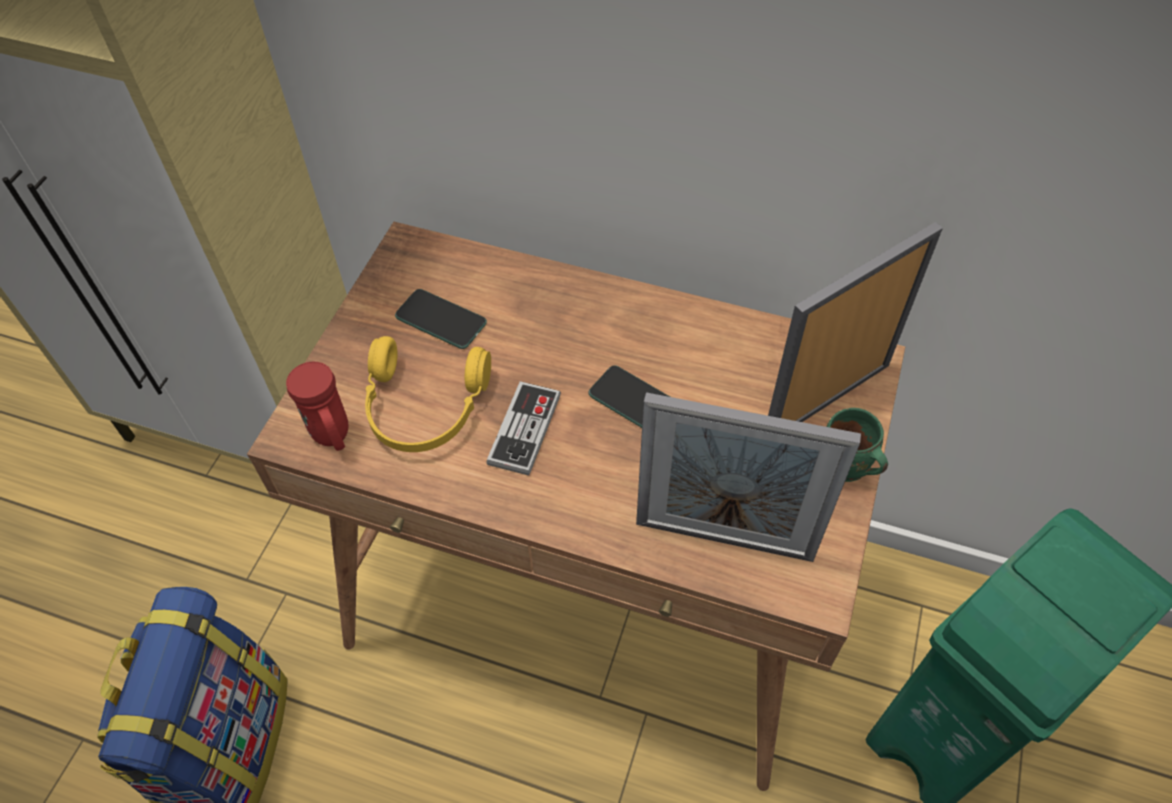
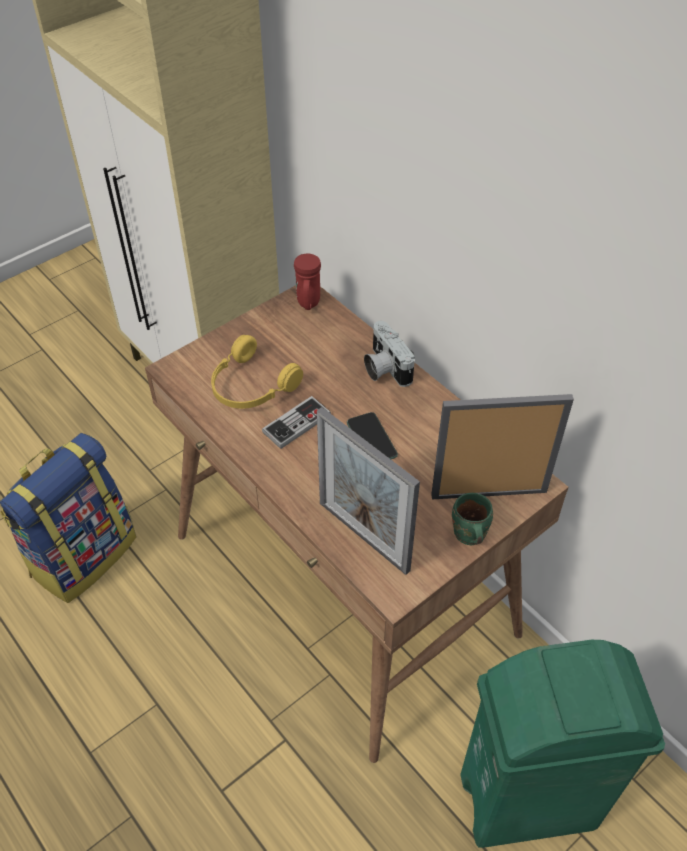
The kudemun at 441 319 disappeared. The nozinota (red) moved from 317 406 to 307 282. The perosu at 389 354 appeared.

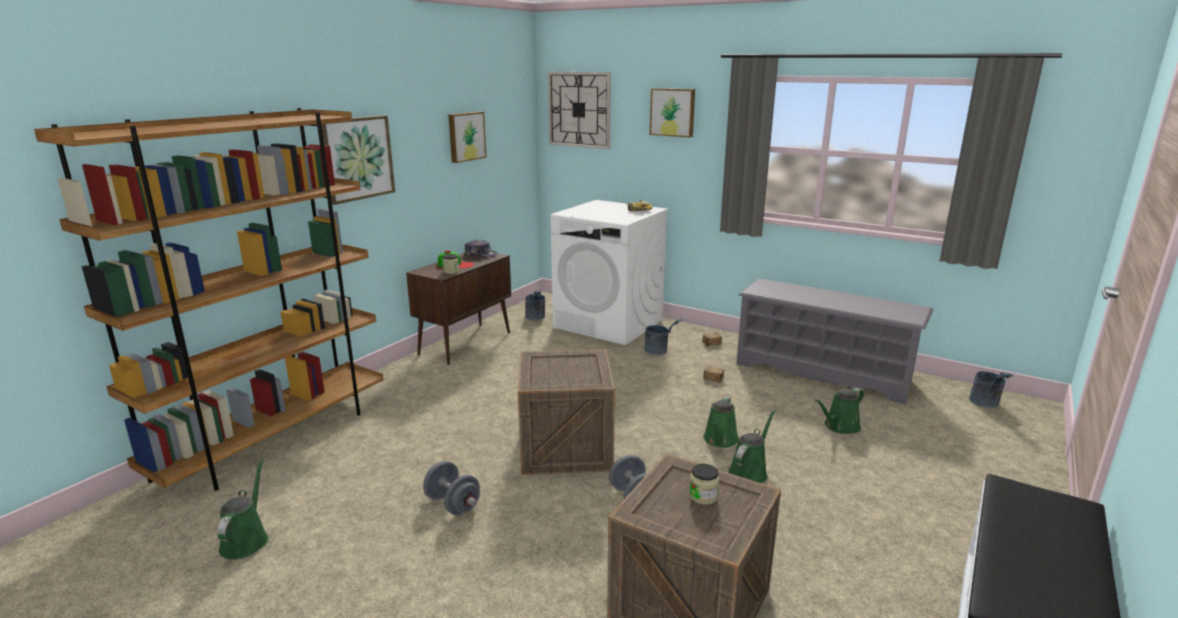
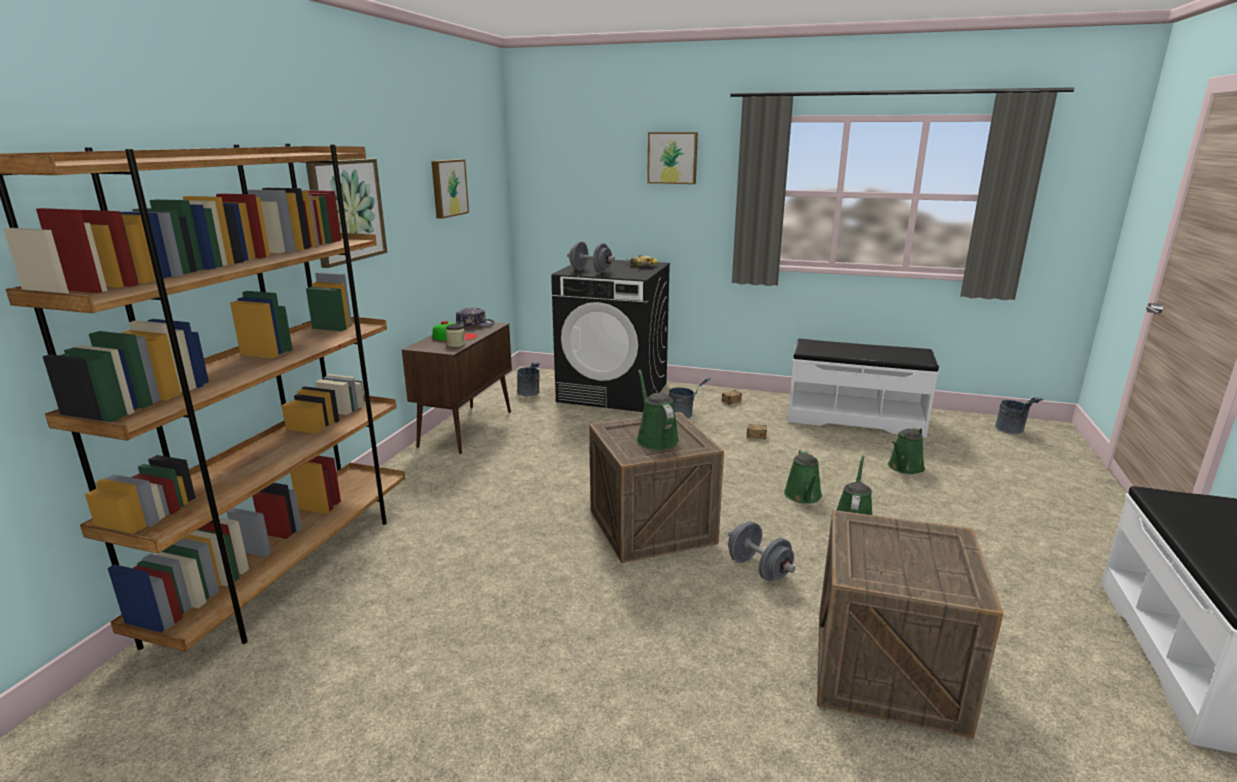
The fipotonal at 579 110 disappeared. The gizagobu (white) at 609 272 became the gizagobu (black) at 610 335. The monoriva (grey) at 834 342 was replaced by the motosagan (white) at 863 388. The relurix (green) moved from 243 509 to 658 410. The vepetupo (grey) moved from 451 488 to 591 257. The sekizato at 704 484 disappeared.

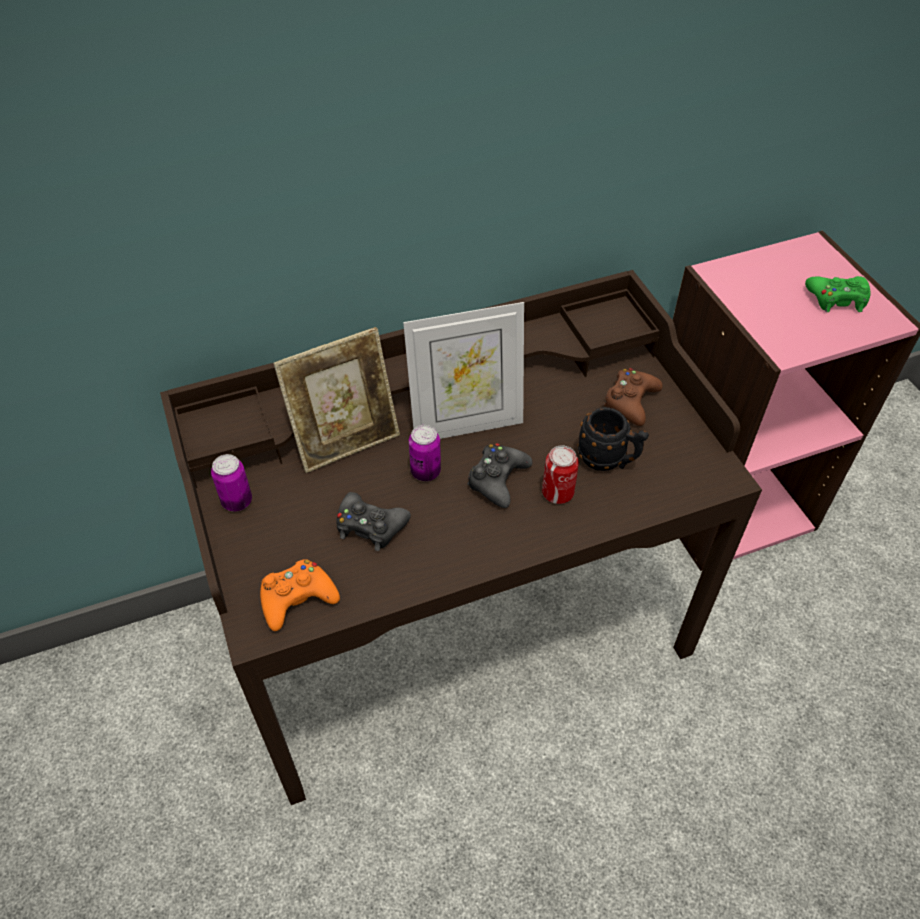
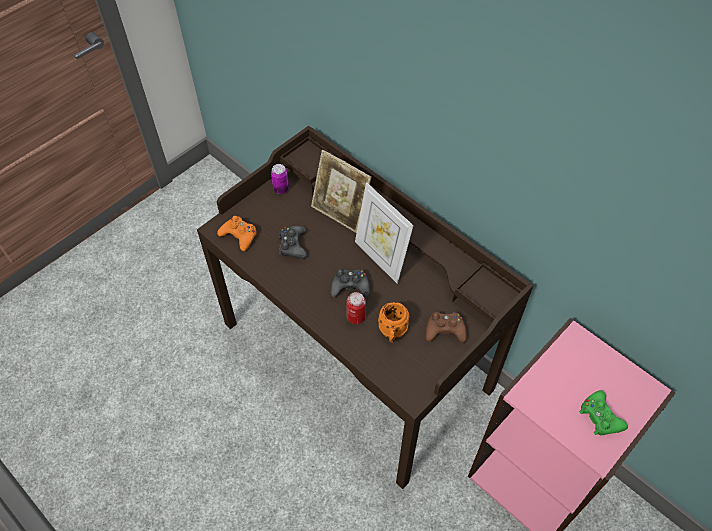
The nozinota (black) at 613 439 became the nozinota (orange) at 394 322. The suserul at 425 453 disappeared.

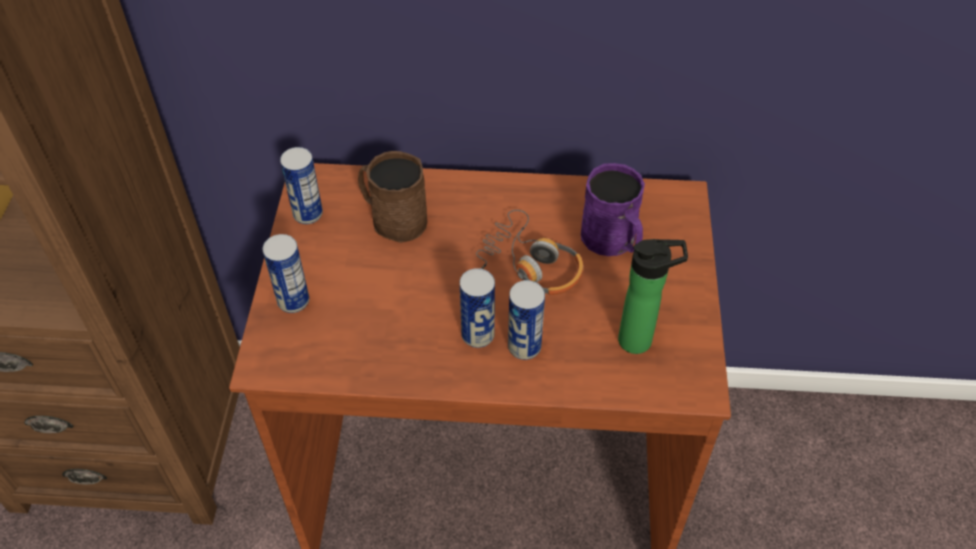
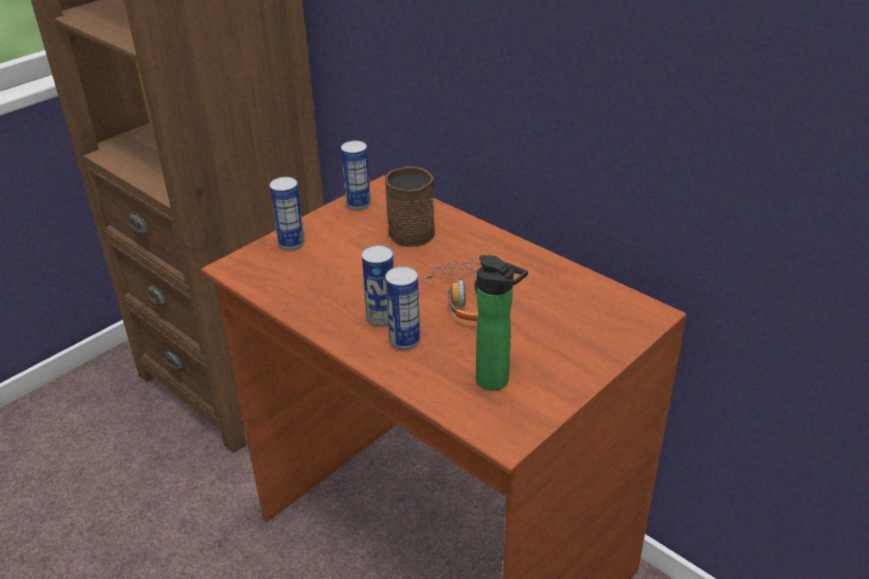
The nozinota (purple) at 613 209 disappeared.

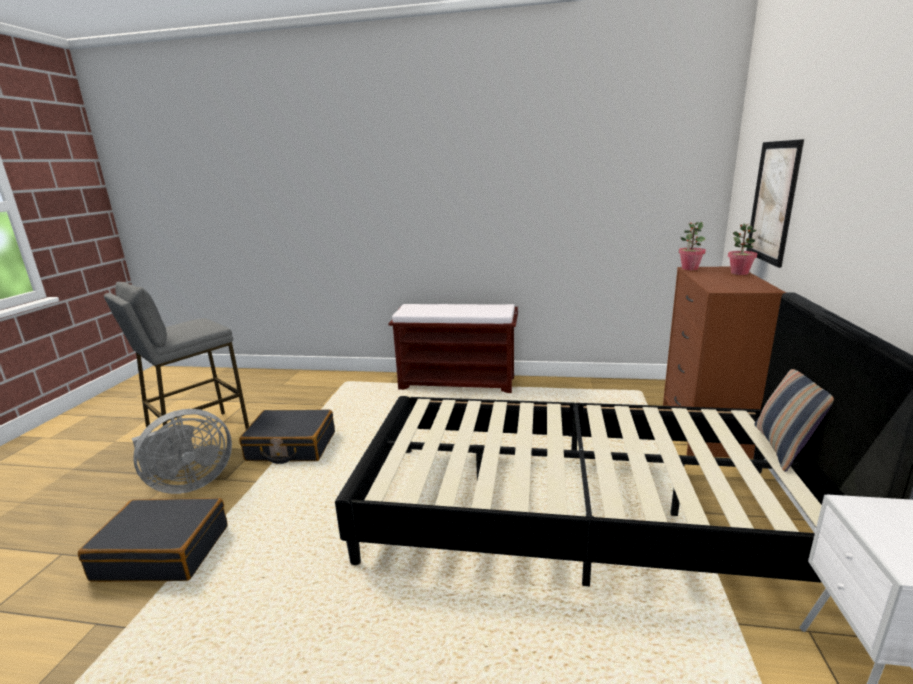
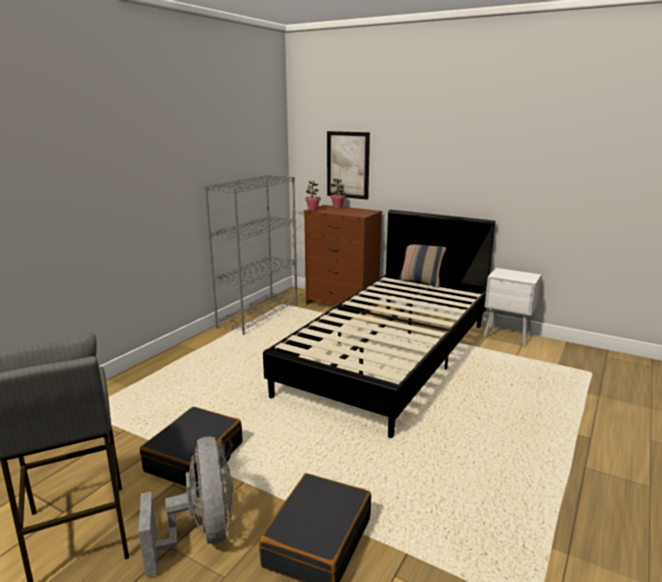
The motosagan (brown) at 453 348 disappeared. The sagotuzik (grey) at 250 255 appeared.

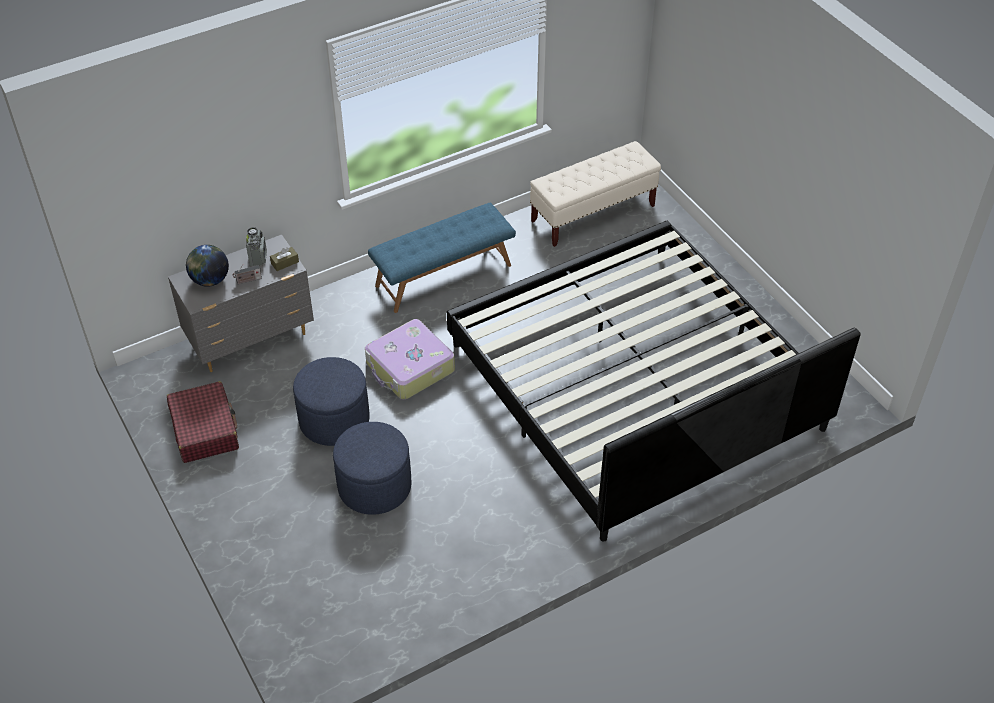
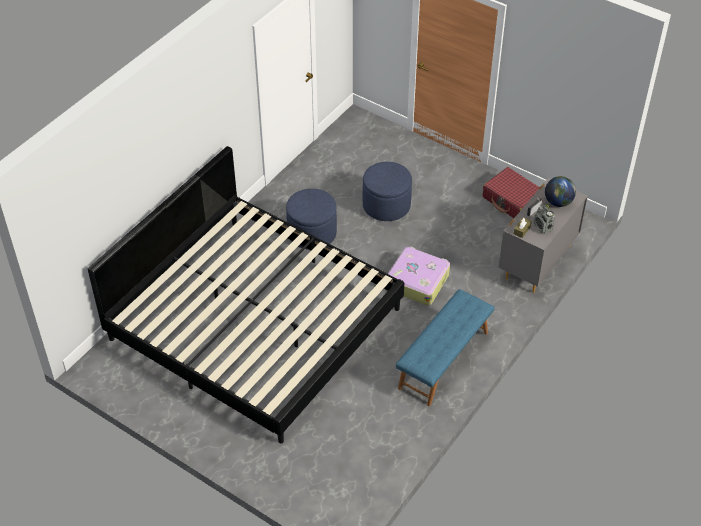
The motosagan (beige) at 595 194 disappeared. The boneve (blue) moved from 331 401 to 311 219.

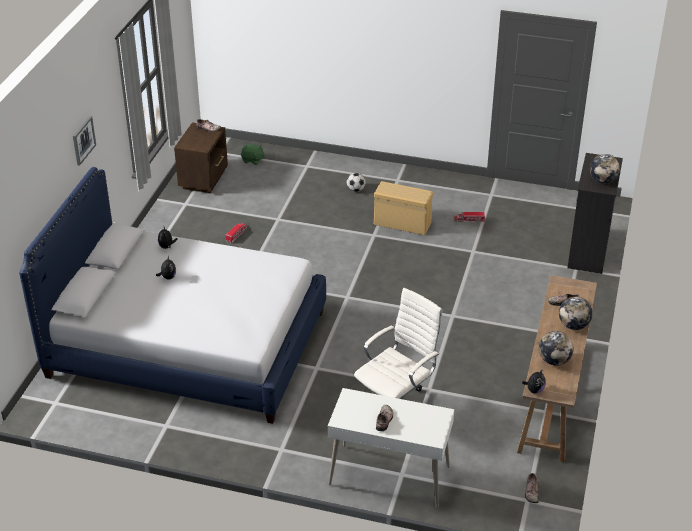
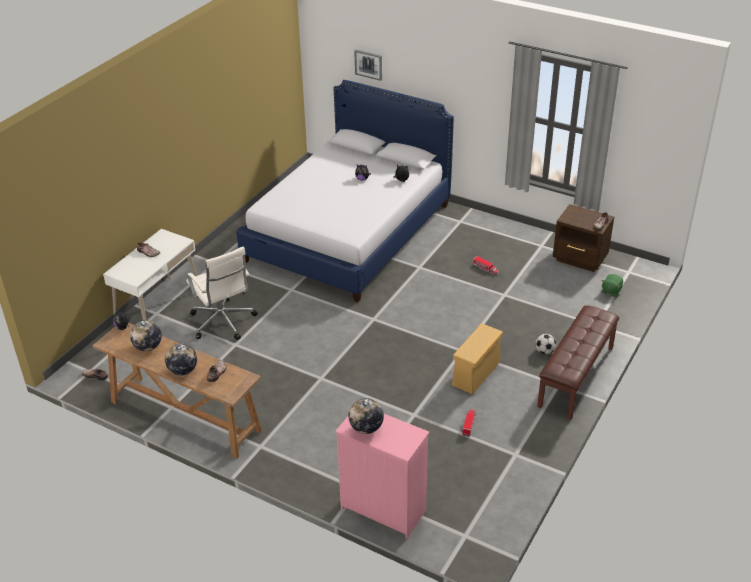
The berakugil moved from 84 141 to 368 65. The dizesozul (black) at 595 213 became the dizesozul (pink) at 382 476. The motosagan (brown) at 578 362 appeared.

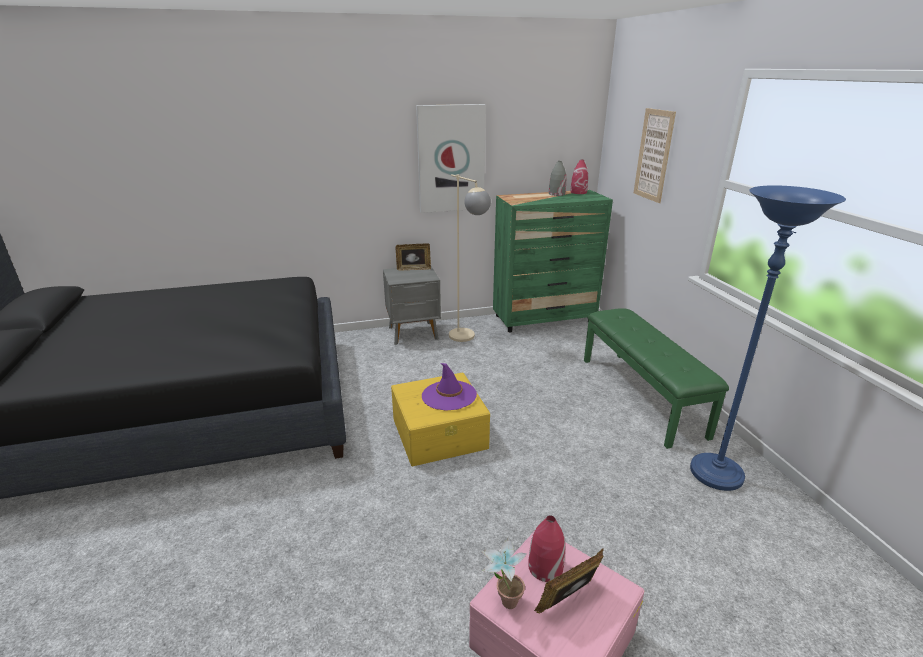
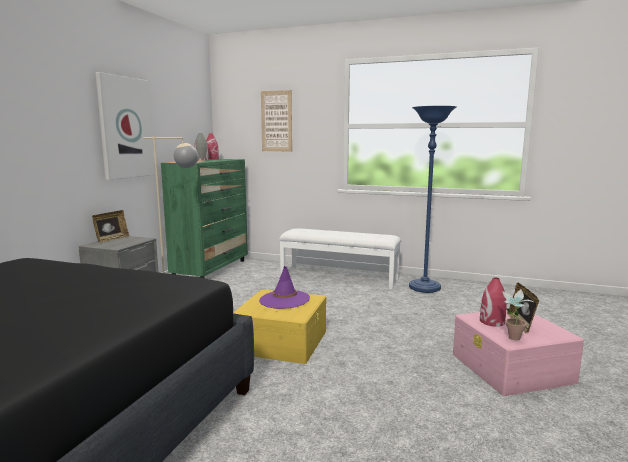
The motosagan (green) at 656 378 became the motosagan (white) at 340 259.

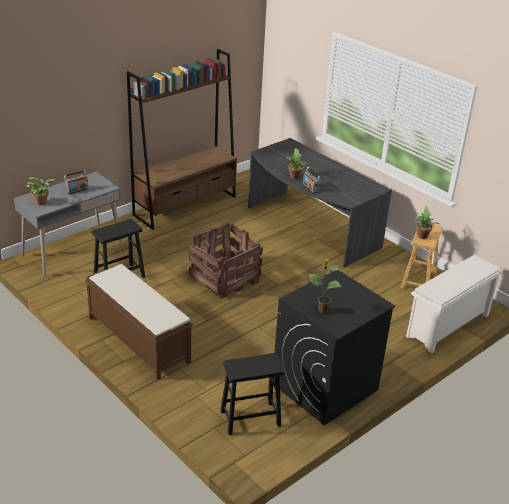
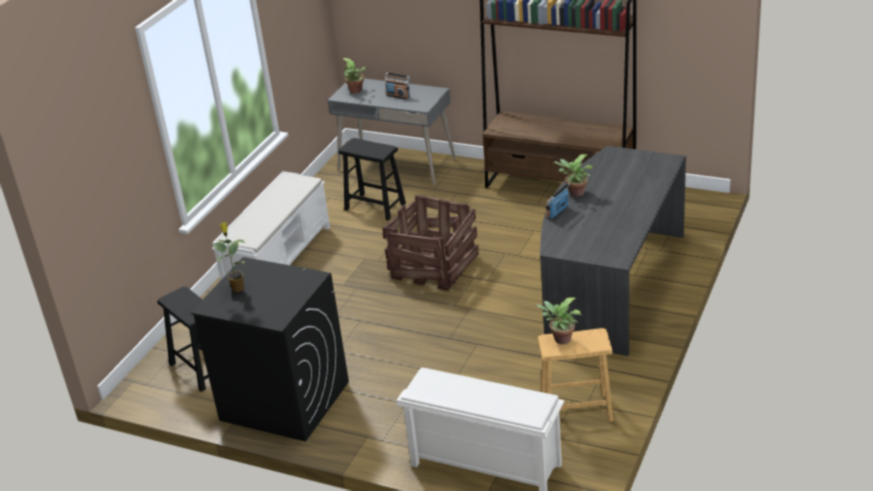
The motosagan (brown) at 139 322 became the motosagan (white) at 271 225.

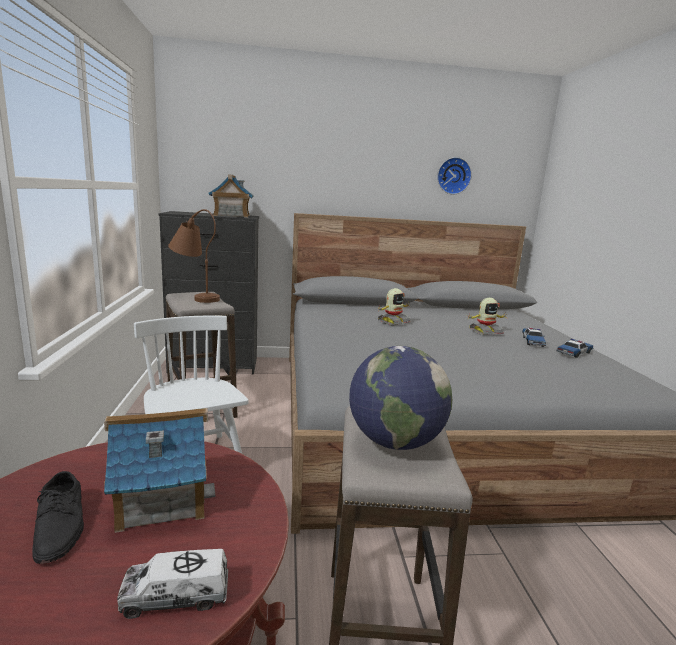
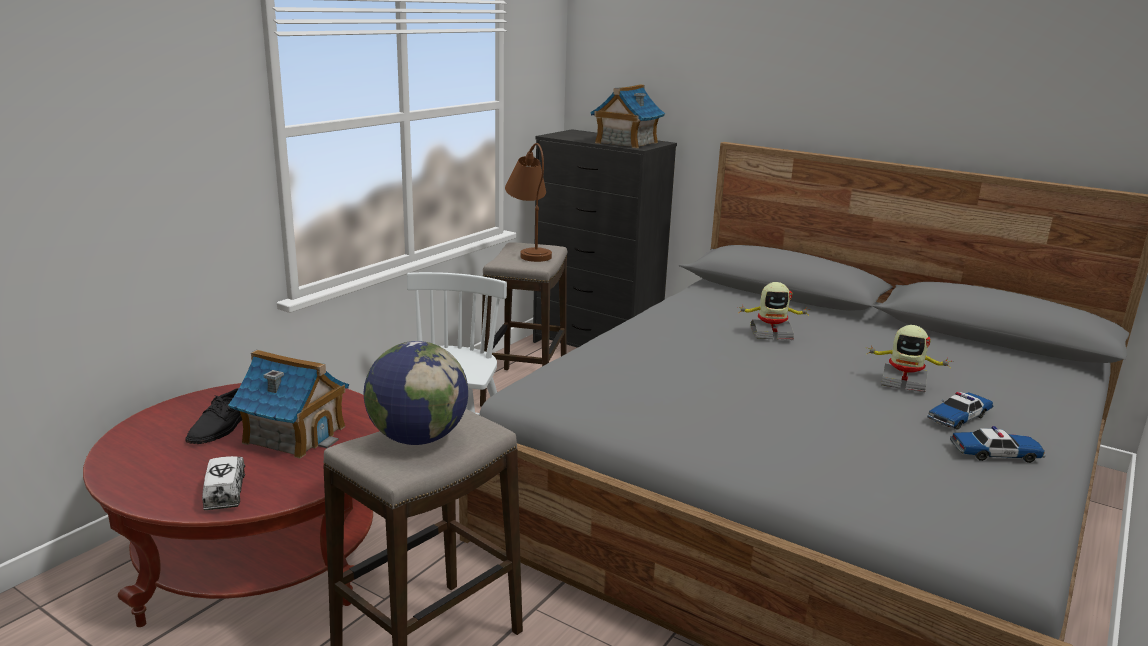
The fipotonal at 454 175 disappeared. The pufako at 172 584 turned 45 degrees clockwise.

